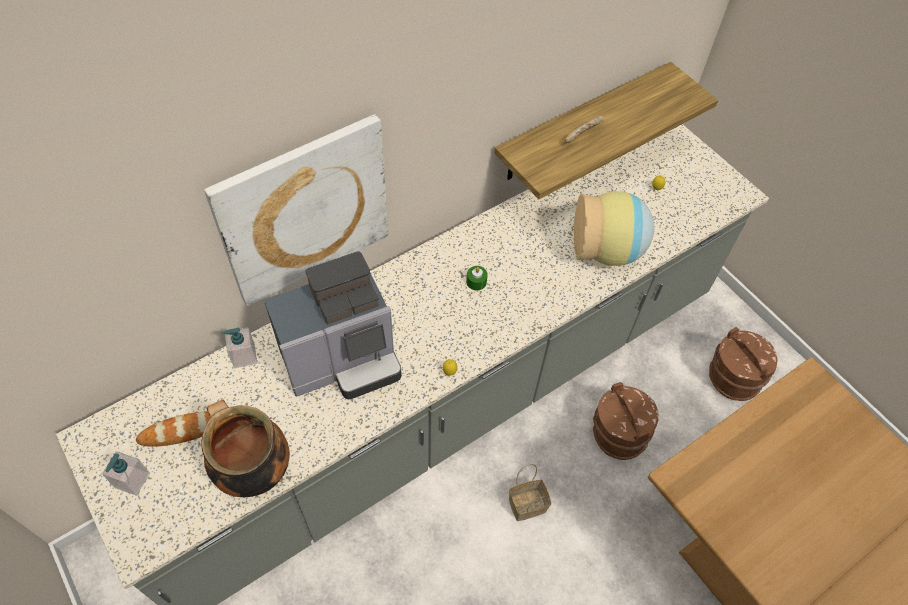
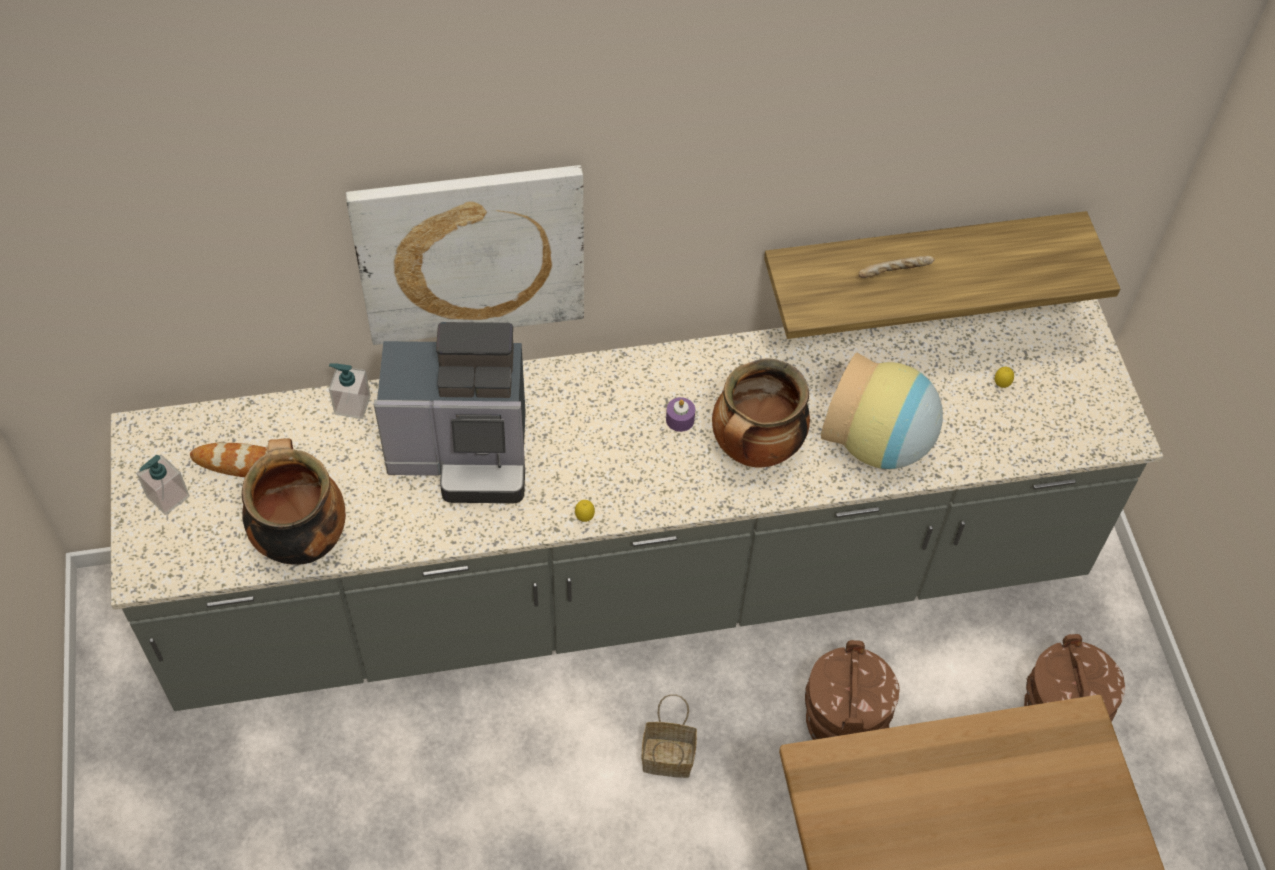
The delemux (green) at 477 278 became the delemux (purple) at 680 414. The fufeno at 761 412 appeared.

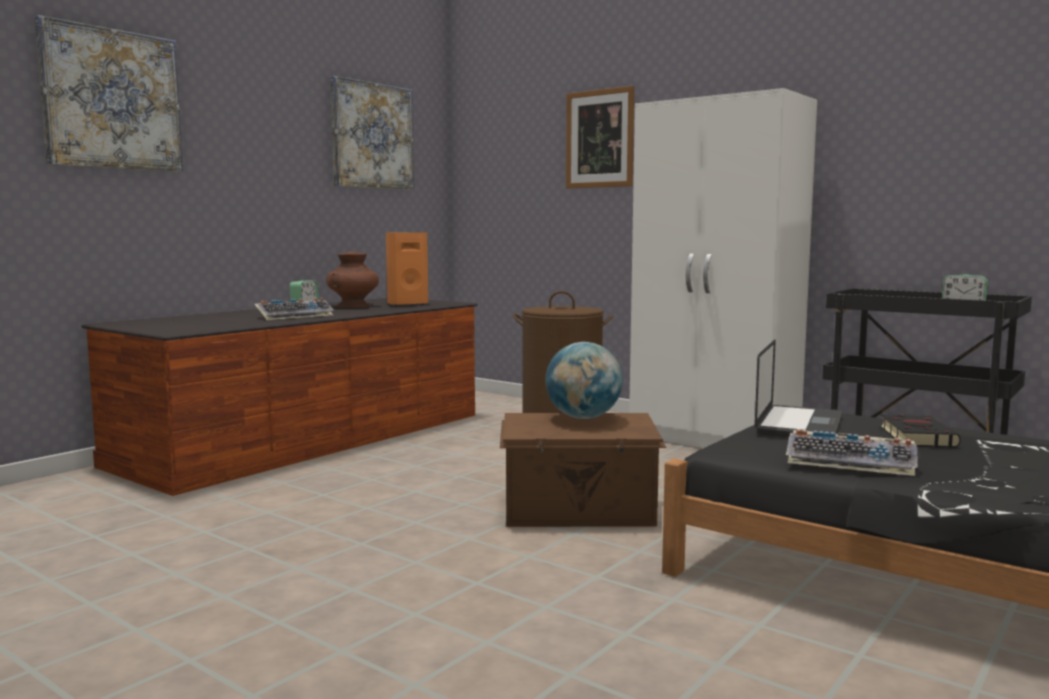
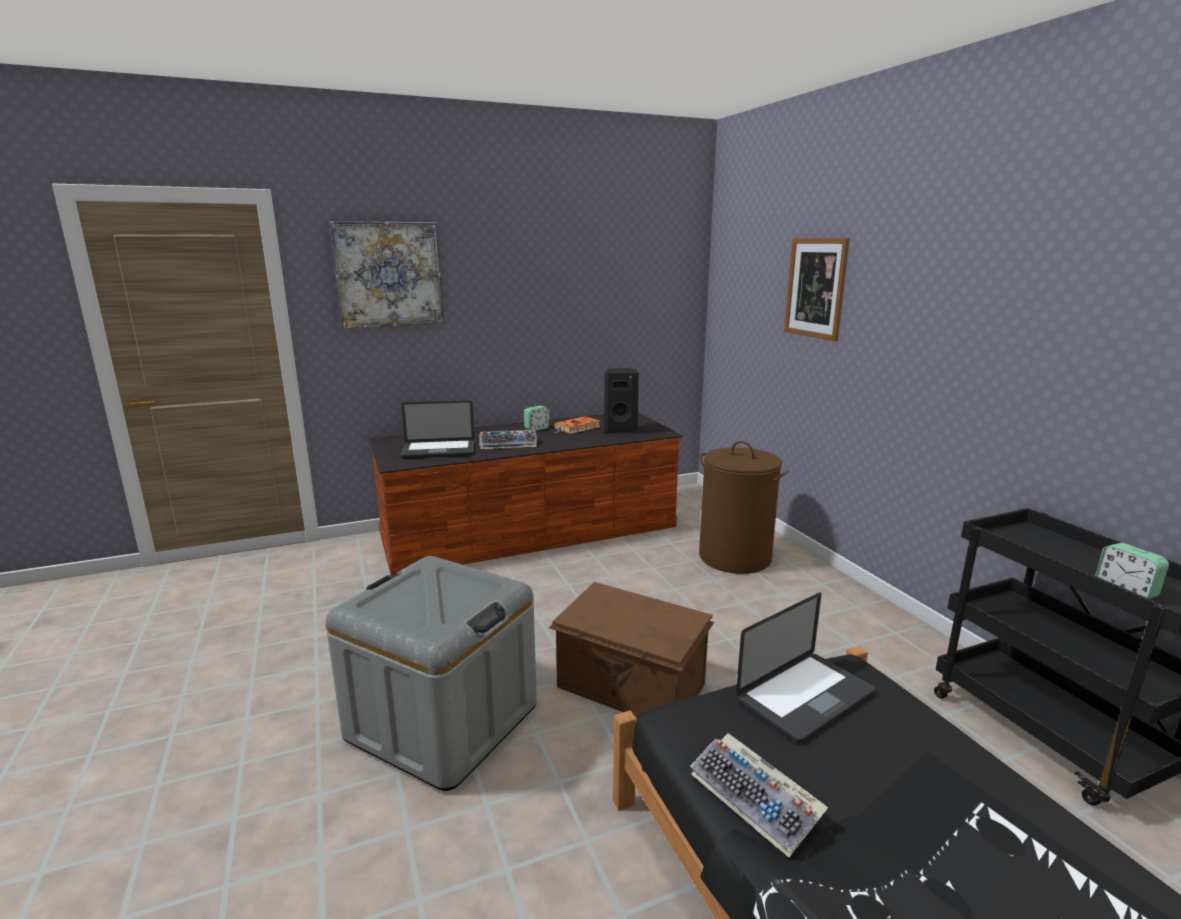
The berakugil at 372 132 disappeared. The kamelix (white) at 723 268 disappeared. The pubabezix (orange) at 407 269 became the pubabezix (black) at 621 400. The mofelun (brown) at 352 279 was replaced by the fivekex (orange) at 577 425. The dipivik at 584 380 disappeared. The fivekex (black) at 920 431 disappeared. The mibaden at 437 429 appeared. The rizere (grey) at 431 673 appeared.

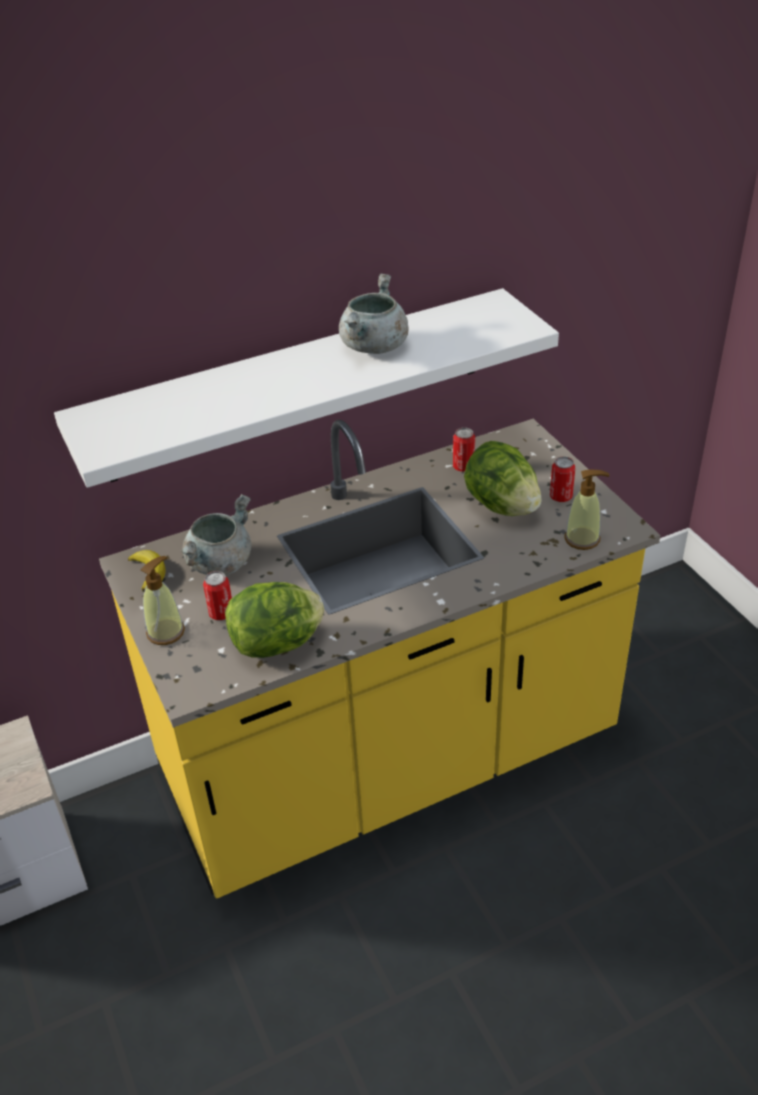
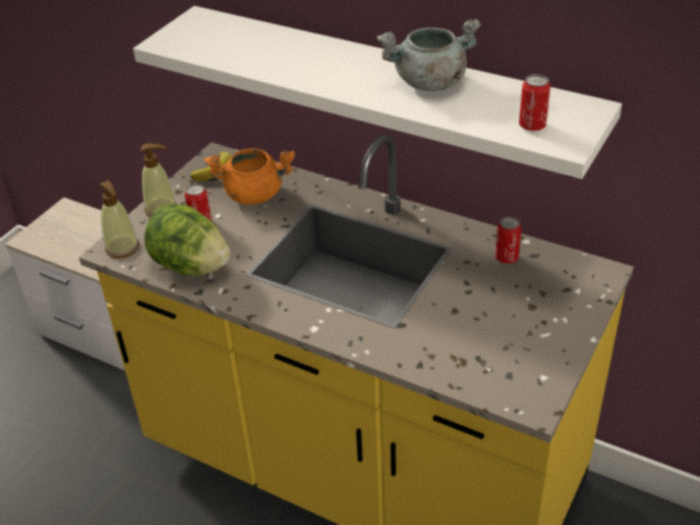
The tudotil at 503 478 disappeared. The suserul moved from 562 479 to 535 102. The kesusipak moved from 586 509 to 118 219. The fufeno (grey) at 215 534 became the fufeno (orange) at 250 176.

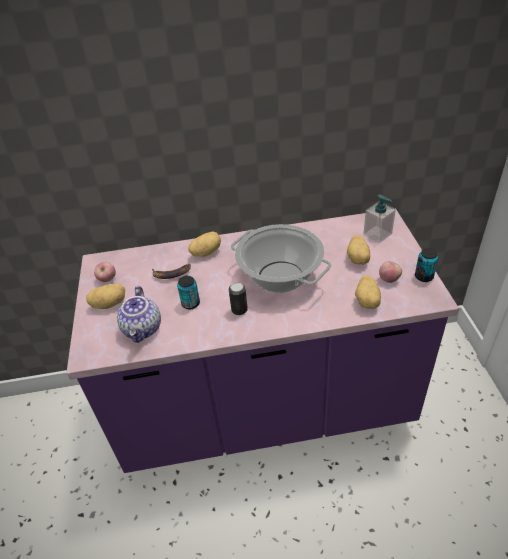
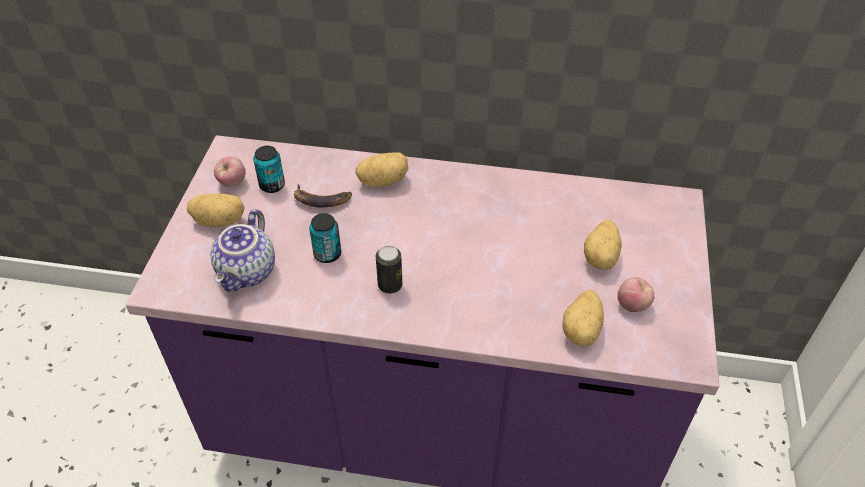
The kesusipak at 379 218 disappeared. The fufeno at 281 258 disappeared. The suserul moved from 426 265 to 269 169.

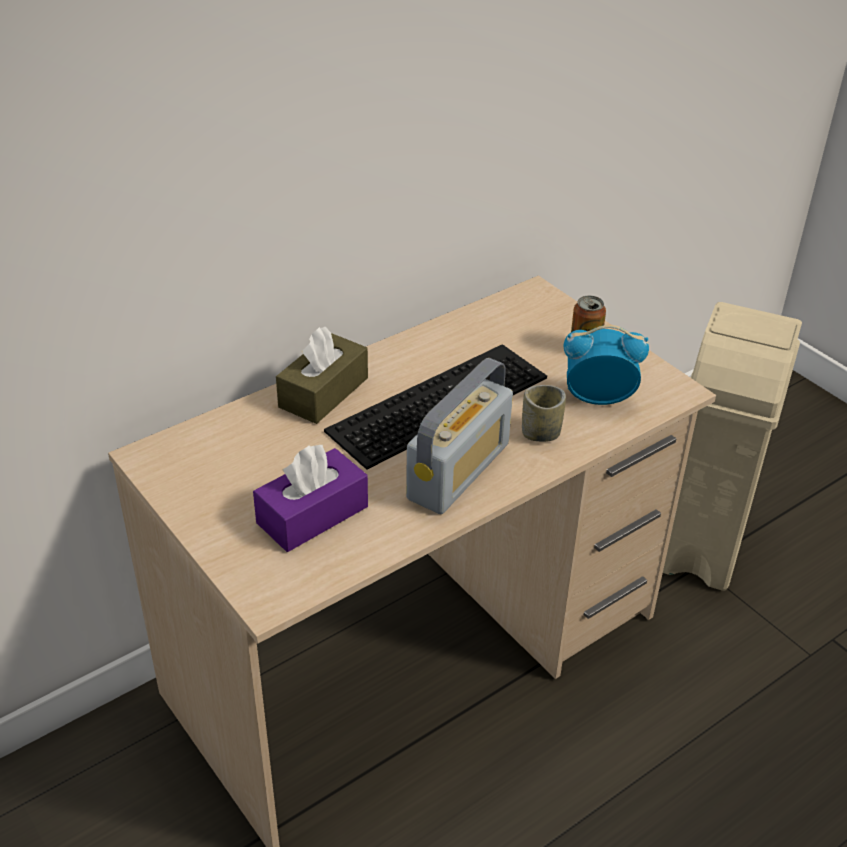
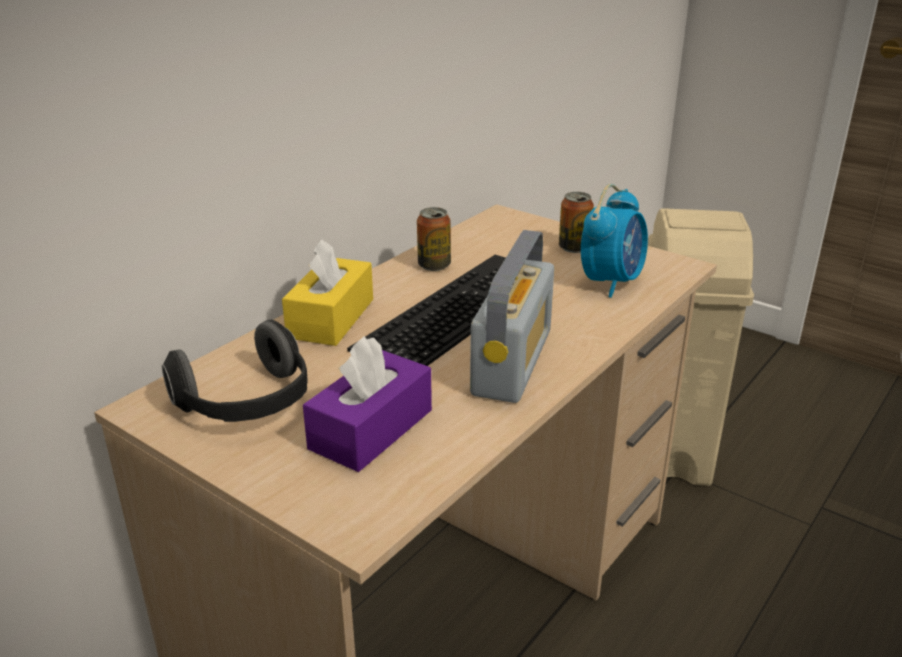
The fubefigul at 606 365 turned 135 degrees clockwise. The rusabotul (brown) at 322 375 became the rusabotul (yellow) at 327 292. The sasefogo at 544 413 disappeared. The suserul at 434 239 appeared. The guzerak at 235 371 appeared.

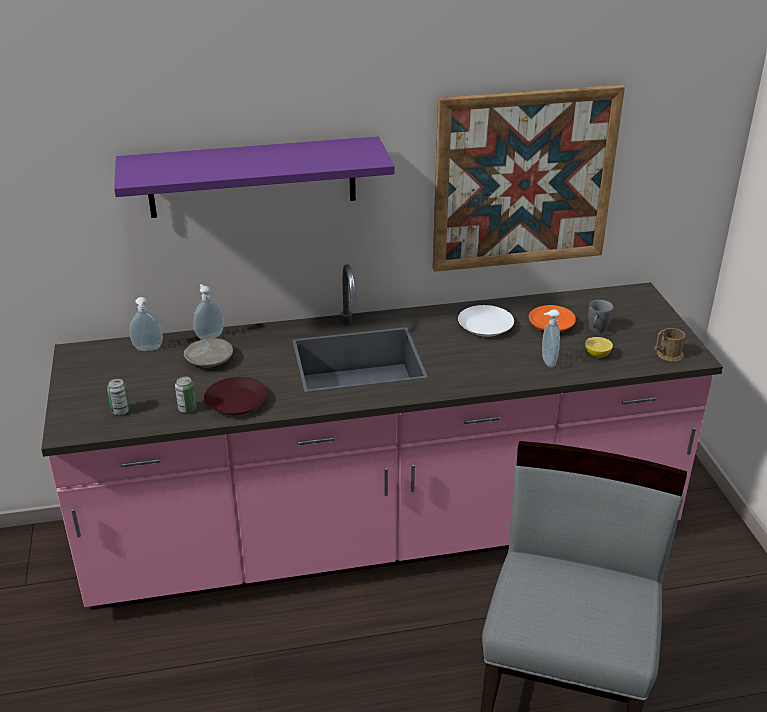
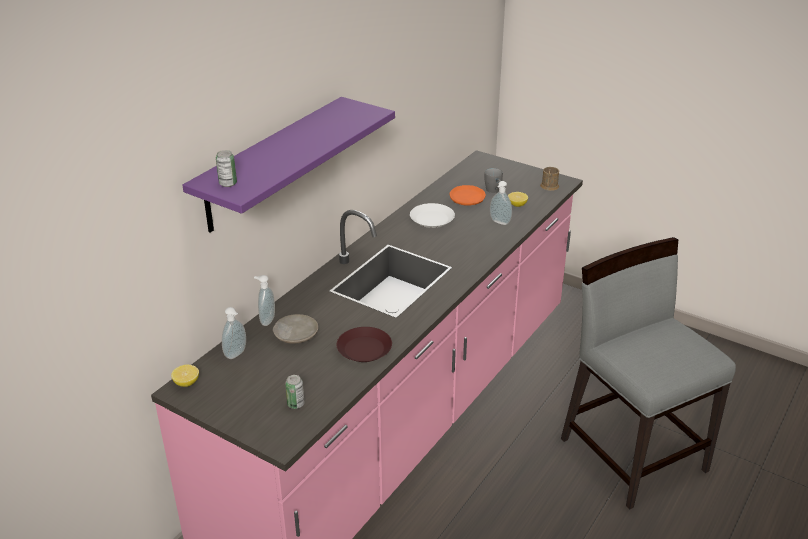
The berakugil at 529 178 disappeared. The suserul moved from 185 395 to 226 168. The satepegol at 185 376 appeared.

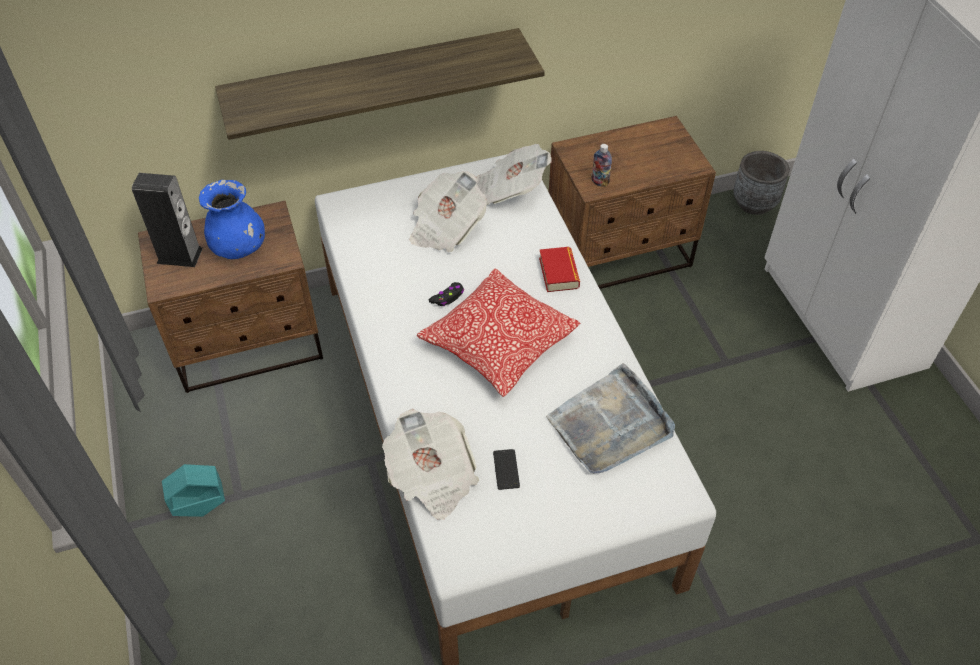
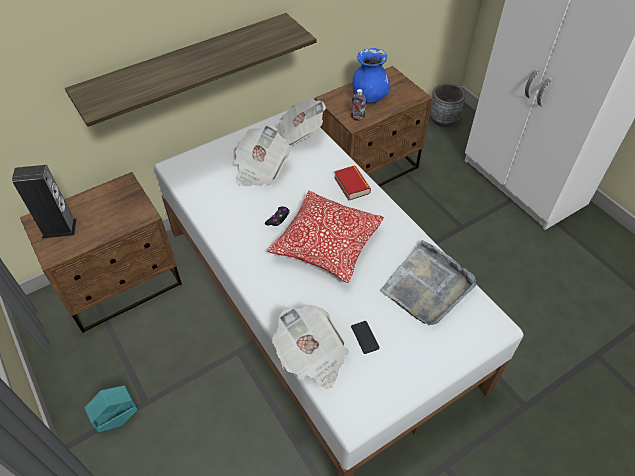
The mofelun (blue) moved from 232 219 to 371 75.

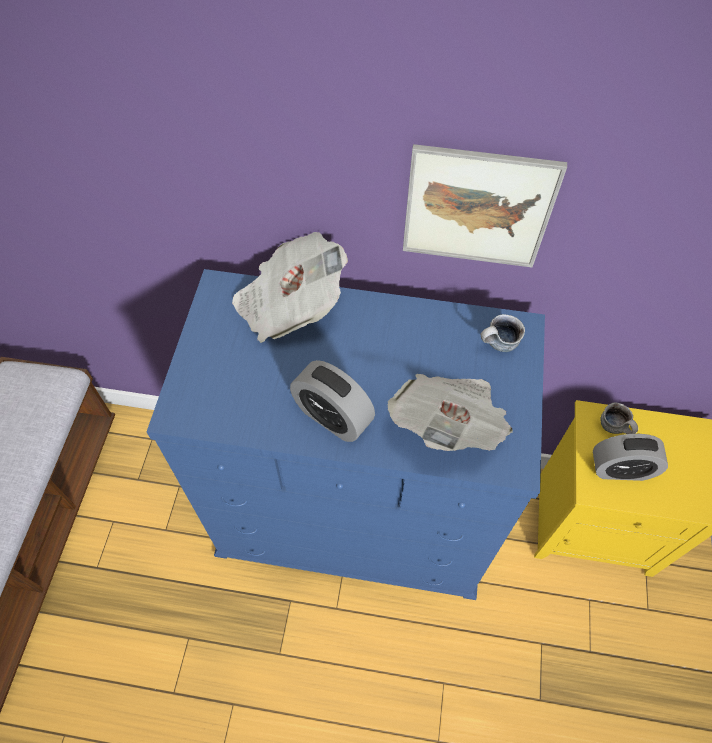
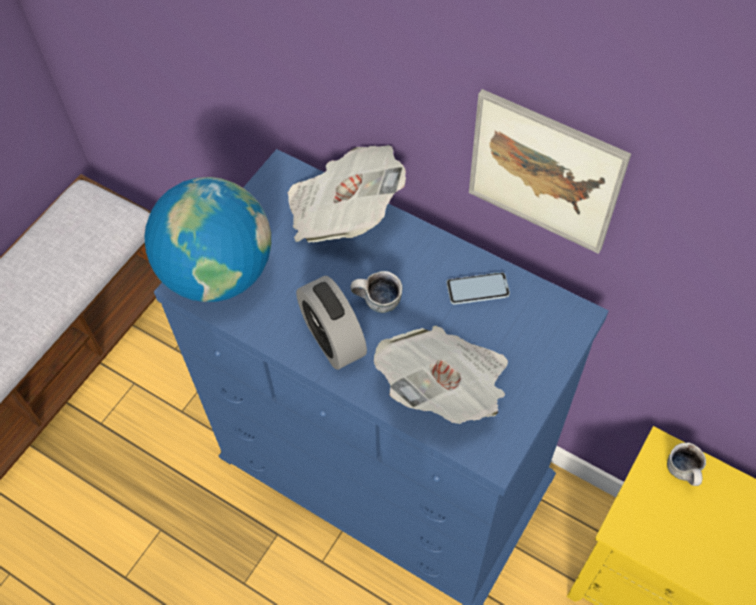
The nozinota moved from 503 333 to 376 292. The fubefigul at 630 457 disappeared. The dipivik at 207 239 appeared. The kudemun at 478 288 appeared.

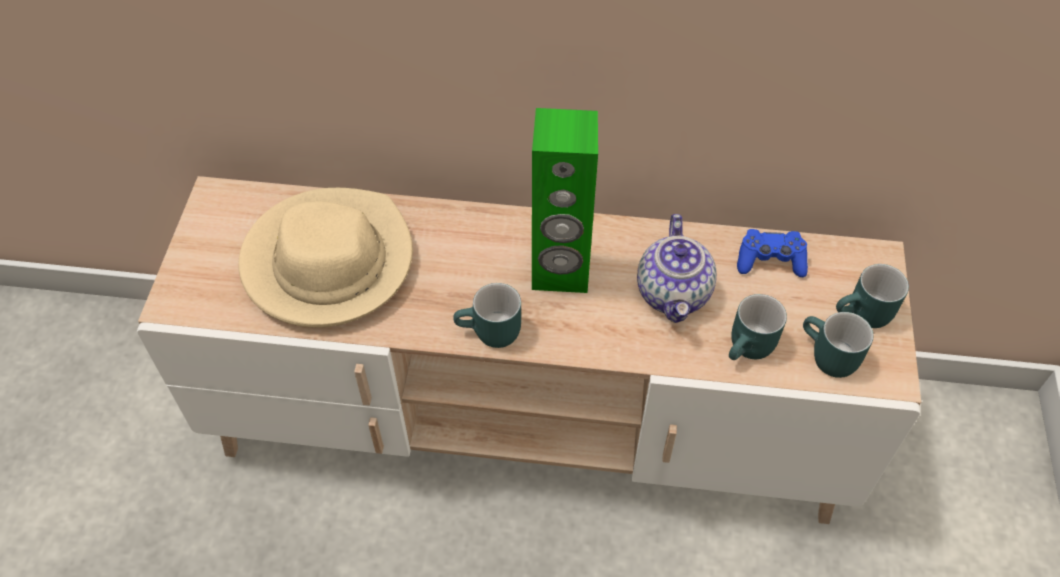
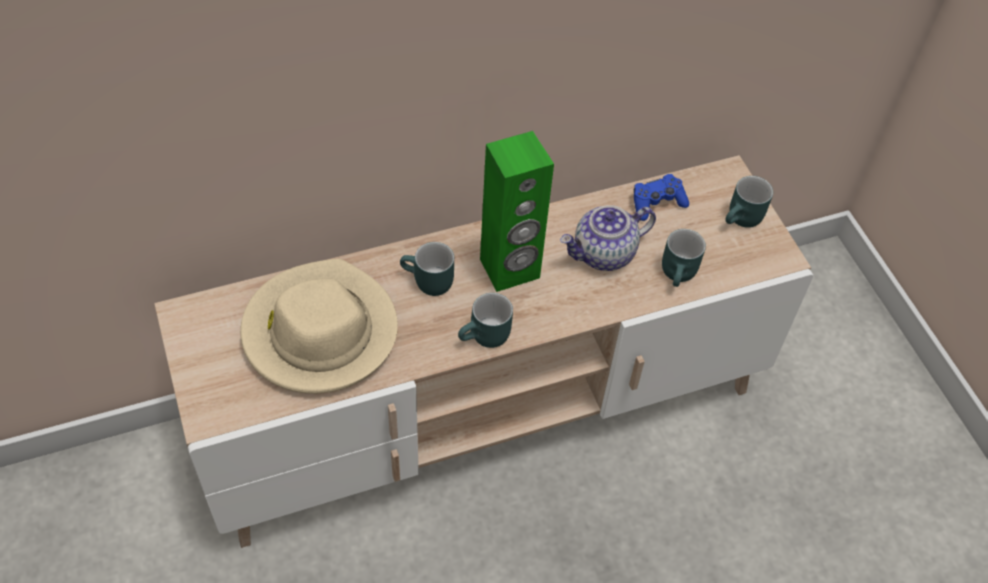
The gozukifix at 677 268 turned 90 degrees clockwise. The nozinota (turquoise) moved from 838 345 to 427 269.

